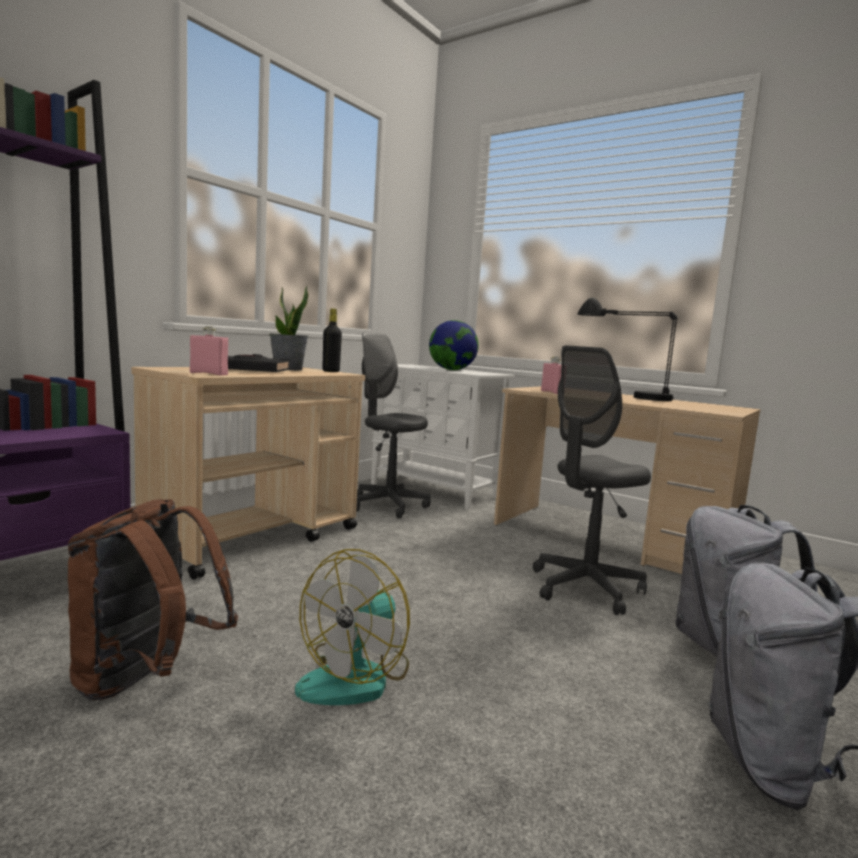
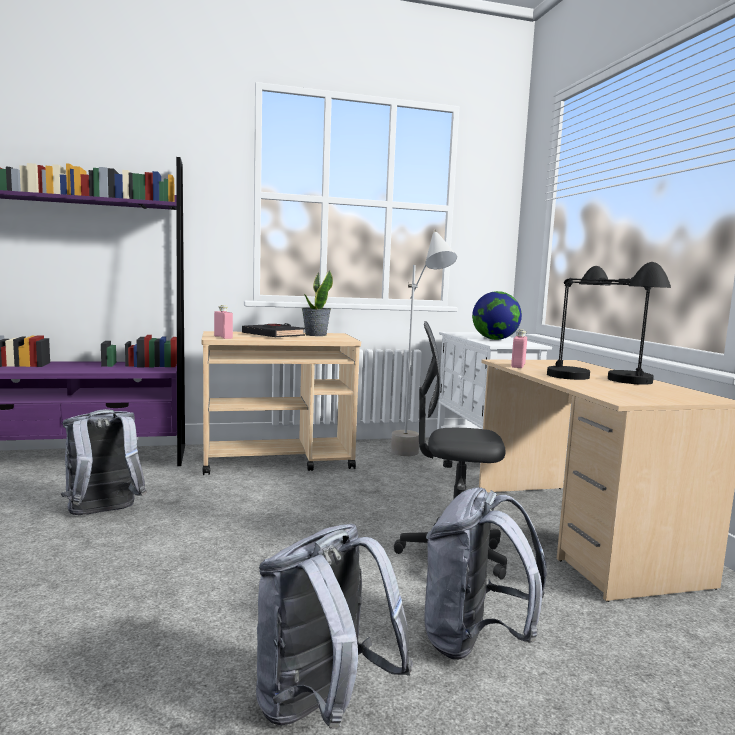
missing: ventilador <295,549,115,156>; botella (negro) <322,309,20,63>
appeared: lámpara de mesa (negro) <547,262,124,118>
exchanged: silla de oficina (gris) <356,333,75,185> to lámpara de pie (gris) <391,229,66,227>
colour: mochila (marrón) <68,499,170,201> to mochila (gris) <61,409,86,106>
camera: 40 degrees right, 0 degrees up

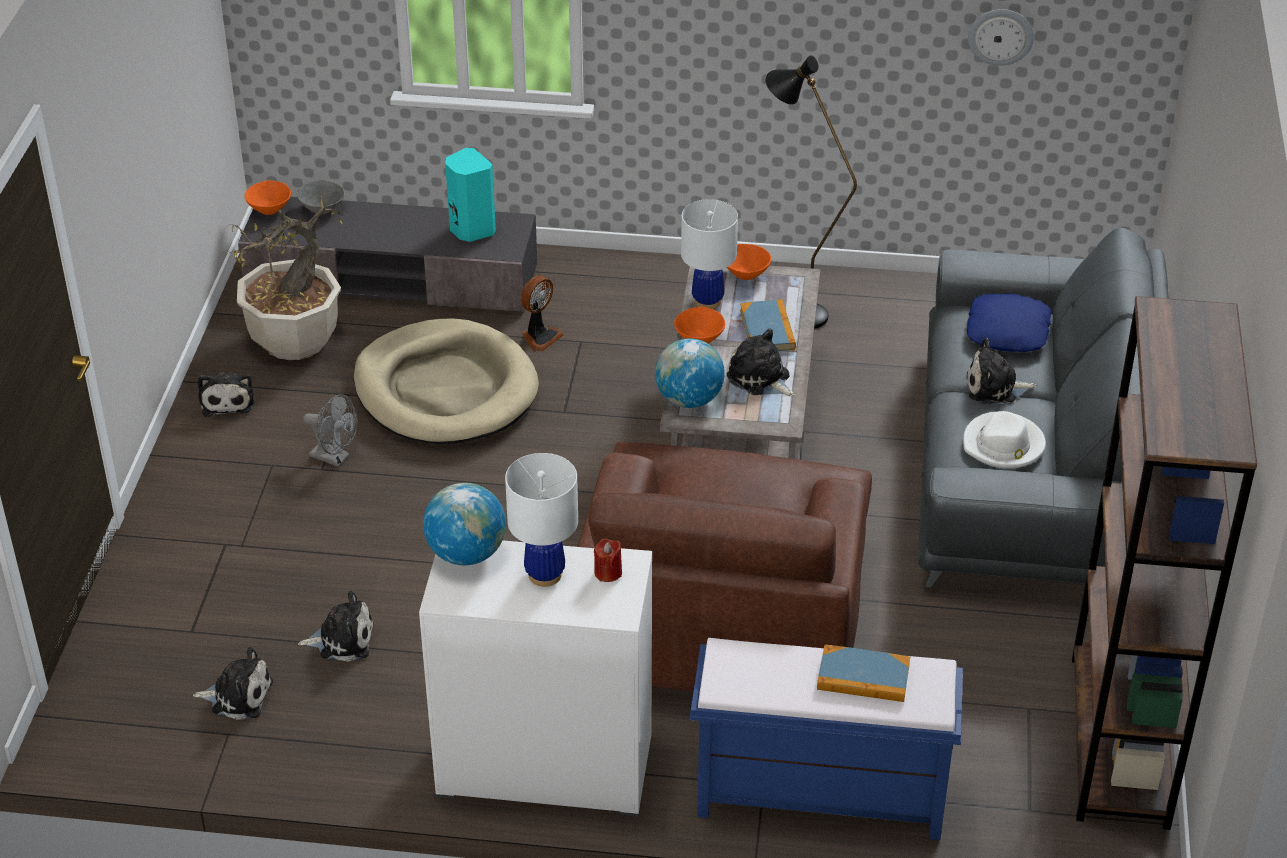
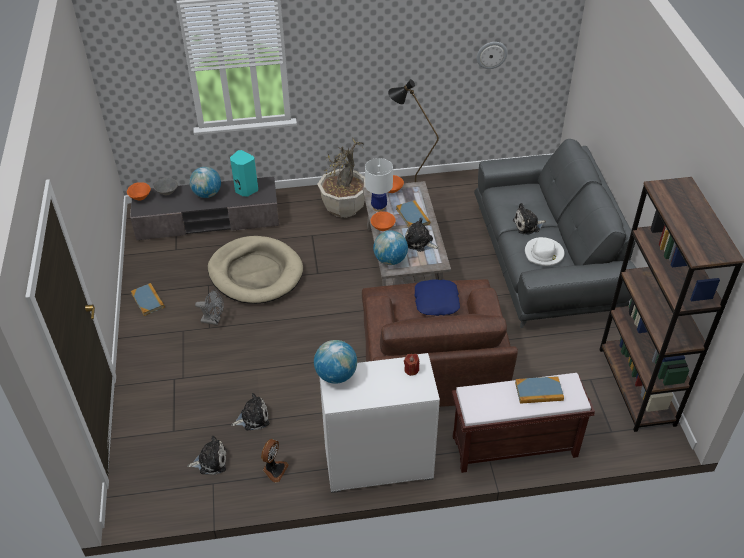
missing: lámpara de mesa (blanco) <505,453,73,134>
appeared: globo terráqueo <189,167,32,31>
relocated: planta en maceta <229,196,114,164> to <317,137,48,81>; ventilador <520,275,44,77> to <261,439,28,44>; cojín (azul) <967,293,84,59> to <415,279,45,37>
exchanged: peluche <198,372,57,45> to libro <131,283,34,33>
colour: banco (azul) <690,638,273,202> to banco (marrón) <452,373,143,100>
camera: 15 degrees left, 5 degrees up

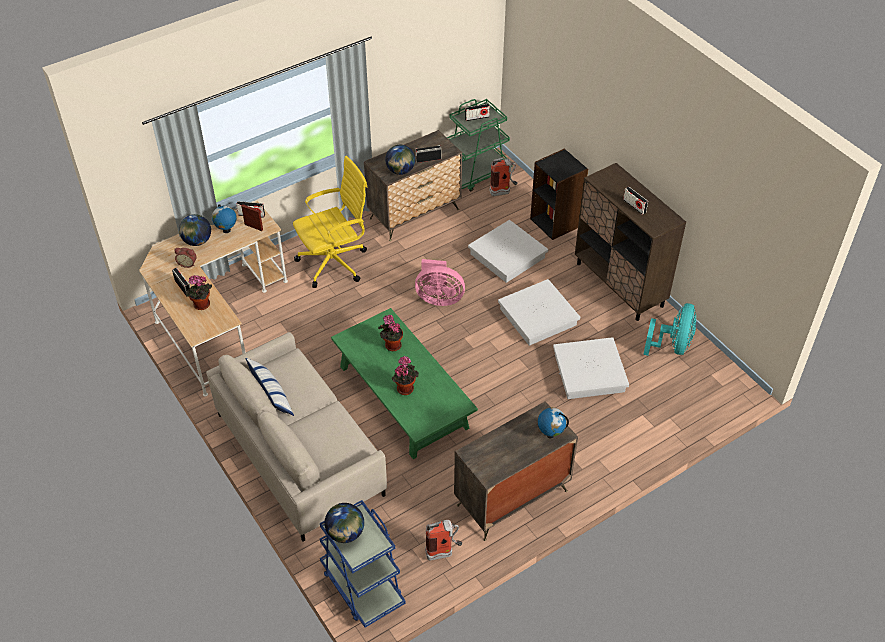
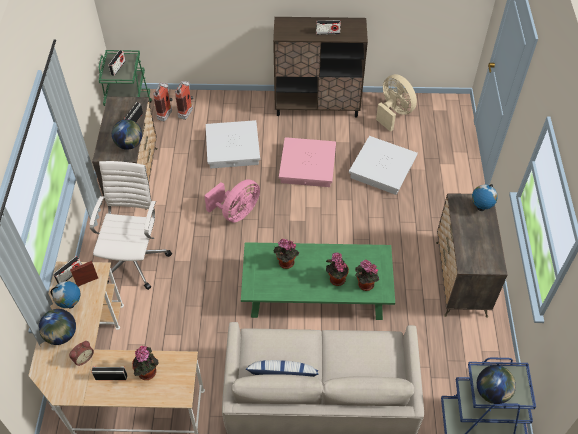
missing: estantería (negro) <530,148,58,92>
appeared: planta en maceta <355,260,24,31>
relocated: extintor <425,520,37,40> to <175,81,18,39>
colour: silla de oficina (amarillo) <293,156,74,132> to silla de oficina (blanco) <89,161,83,129>; caja de almacenaje (blanco) <498,279,82,67> to caja de almacenaje (rosa) <279,137,57,50>; ventilador (turquesa) <643,303,53,53> to ventilador (beis) <376,74,41,58>
camera: 55 degrees left, 5 degrees up

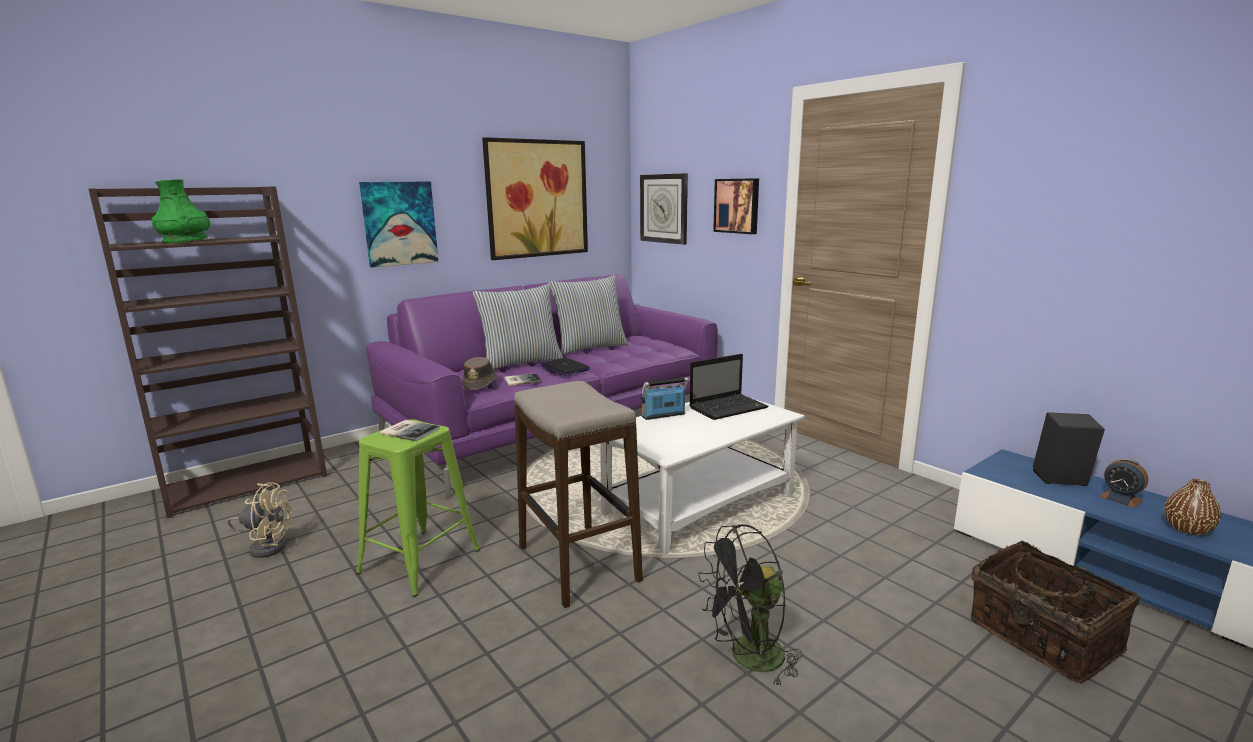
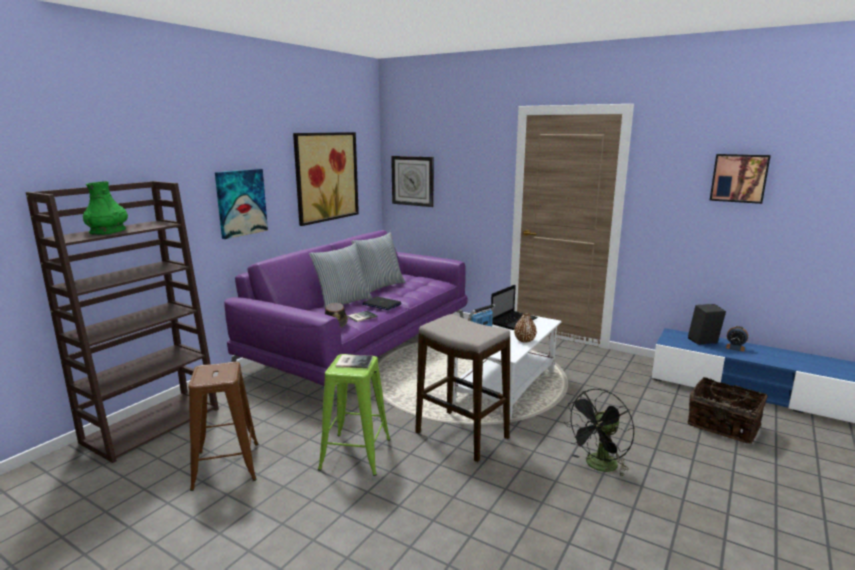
relocated: cuadro <713,178,46,56> to <710,154,61,50>; florero (marrón) <1164,479,57,56> to <514,313,23,30>
exchanged: ventilador (beis) <227,483,65,75> to taburete (marrón) <188,362,70,129>
camera: 20 degrees left, 0 degrees up

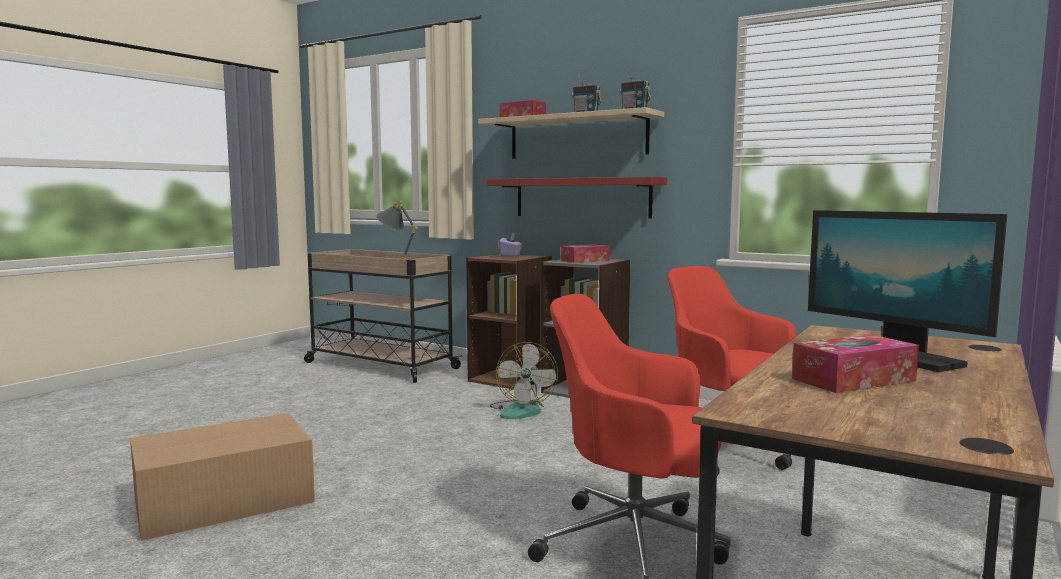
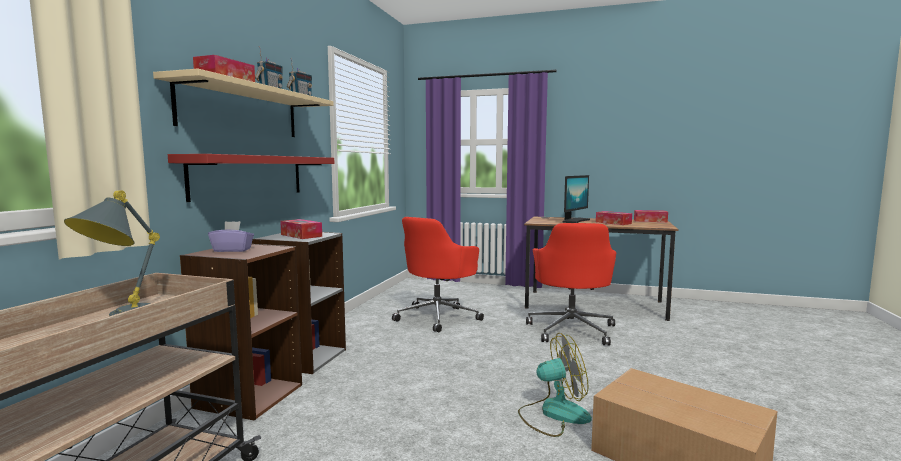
appeared: caja de pañuelos <634,210,34,12>
relocated: ventilador <490,342,68,77> to <518,333,74,104>
camera: 105 degrees left, 0 degrees up

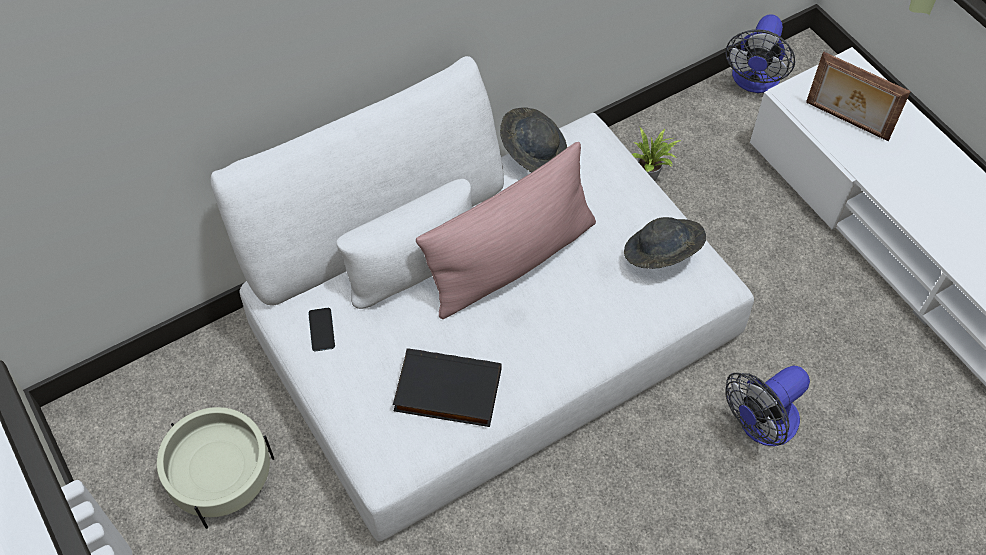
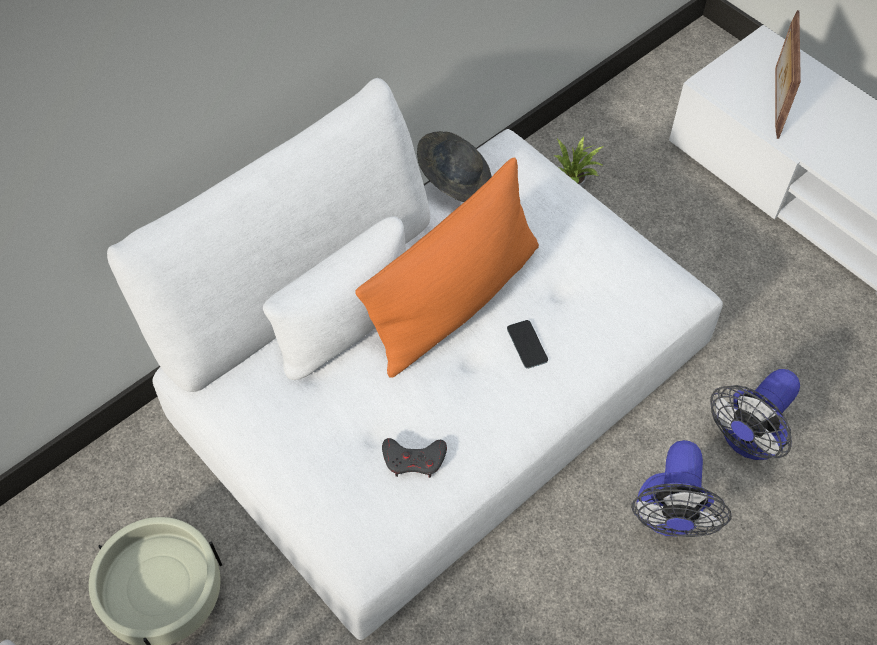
missing: sombrero (gris) <624,217,82,52>
relocated: móvil <308,308,27,43> to <507,320,41,49>; ventilador <725,14,70,79> to <631,440,101,97>
exchanged: libro (negro) <393,348,109,79> to mando de consola (gris) <382,438,65,40>
colour: cojín (rosa) <416,142,180,177> to cojín (naranja) <355,157,184,221>
spun: portarretratos <806,52,105,89> = <775,10,26,129> 75 degrees clockwise
camera: 10 degrees left, 0 degrees up

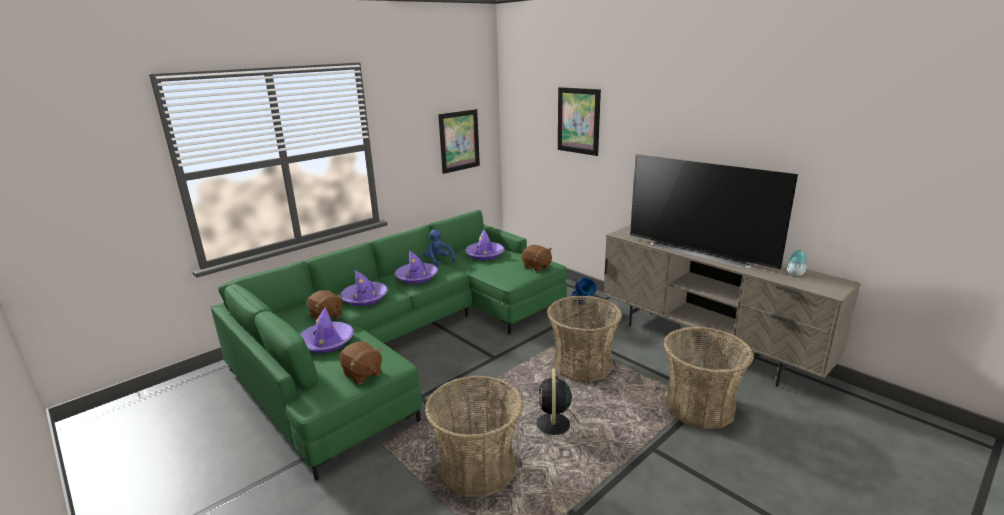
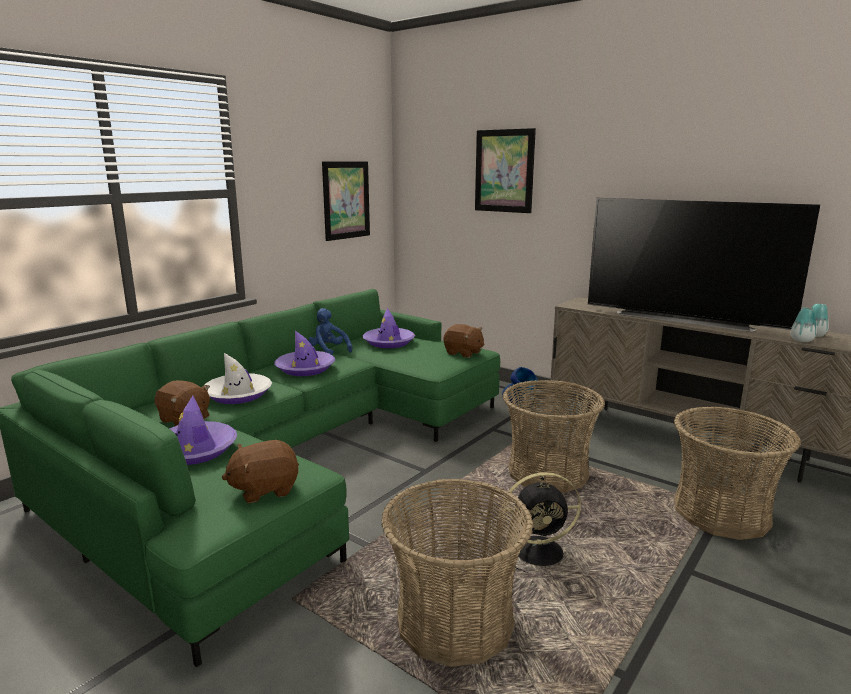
appeared: florero <791,307,26,35>
colour: sombrero (morado) <340,270,48,36> to sombrero (blanco) <205,353,67,51>
spun: peluche (marrón) <339,342,44,43> = <222,440,77,63> 120 degrees clockwise; ventilador (negro) <531,368,48,67> = <497,472,84,101> 90 degrees counterclockwise
camera: 10 degrees left, 5 degrees down

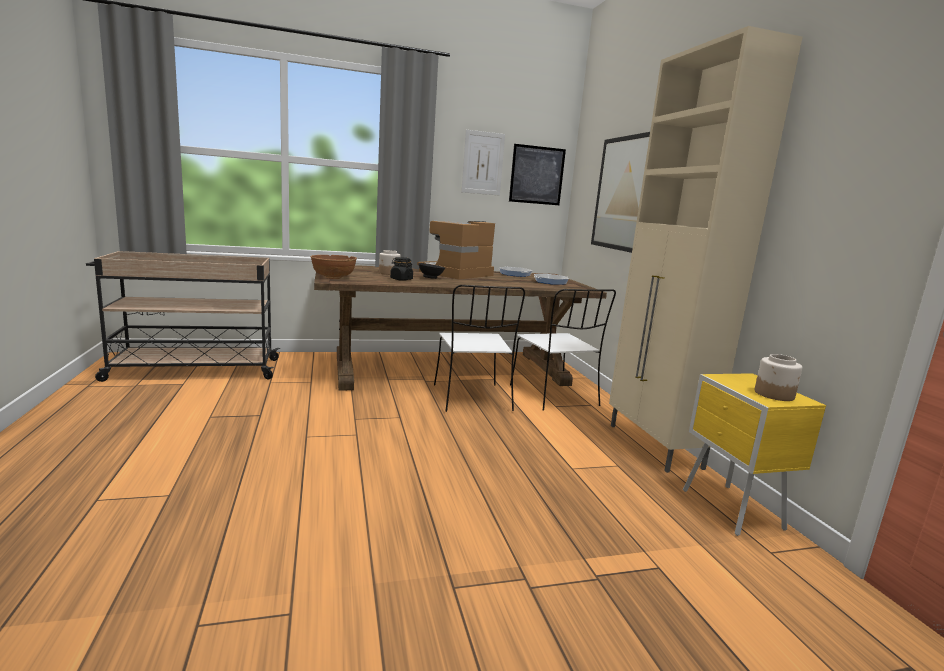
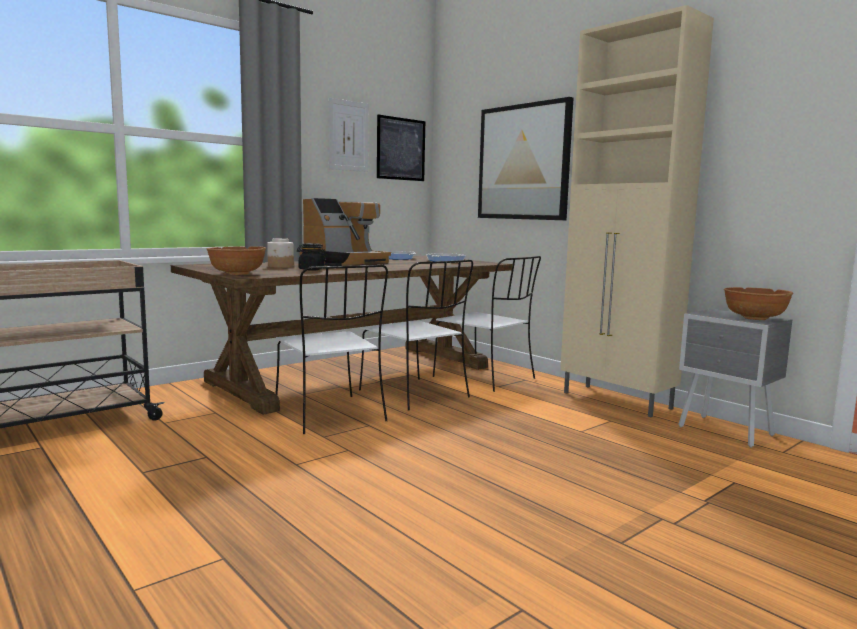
appeared: silla (blanco) <275,265,113,169>
exchanged: tarro <755,354,48,47> to cuenco (marrón) <724,287,69,33>
colour: mesita de noche (amarillo) <683,373,143,163> to mesita de noche (gris) <678,309,115,138>
spun: cafetera <417,220,78,59> = <300,198,91,67> 150 degrees counterclockwise
camera: 25 degrees left, 5 degrees down

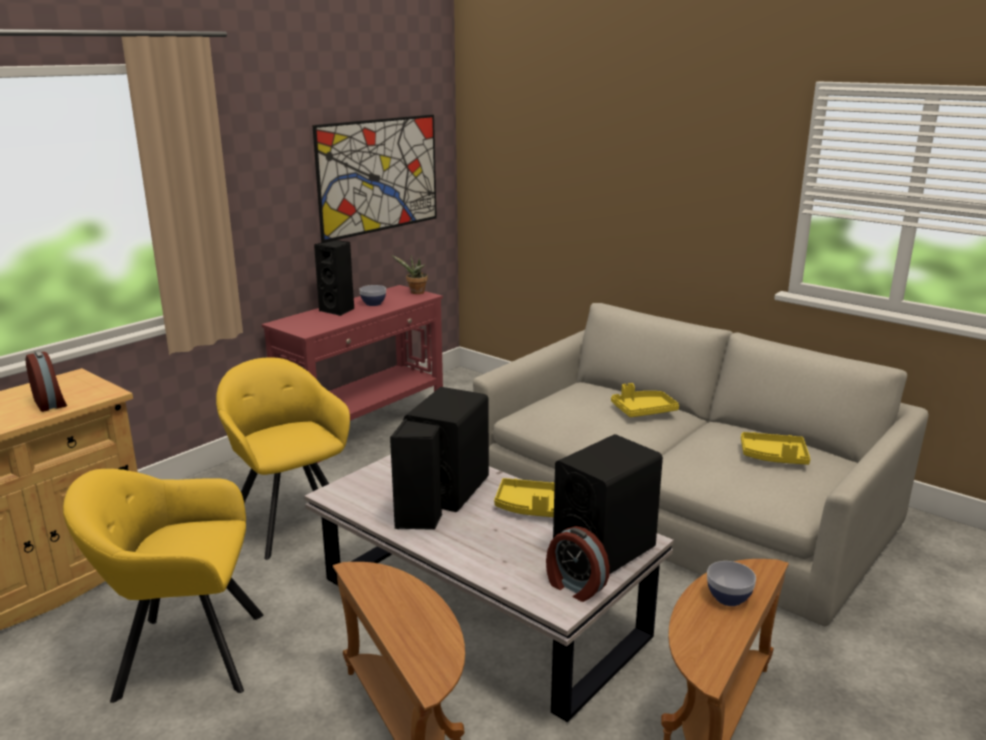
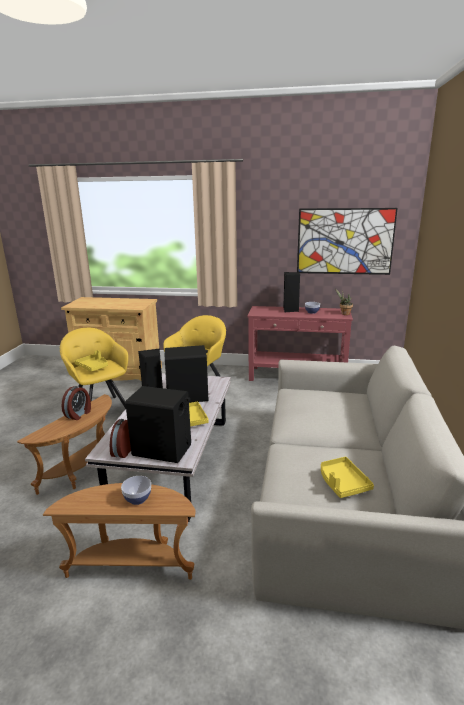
relocated: despertador <25,351,42,61> to <62,386,29,34>; bandeja (amarillo) <611,383,68,34> to <74,350,34,21>
camera: 60 degrees right, 0 degrees up

